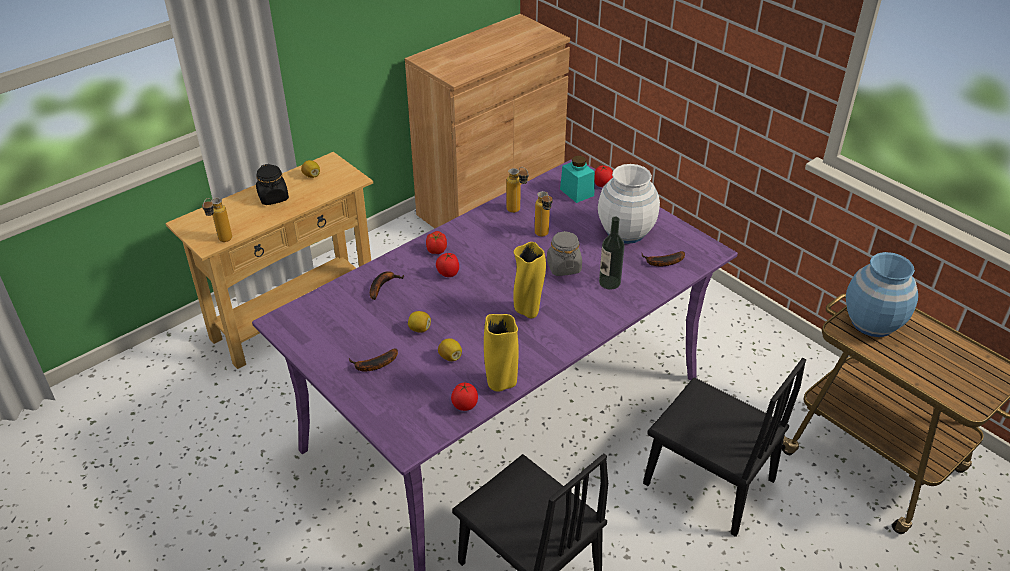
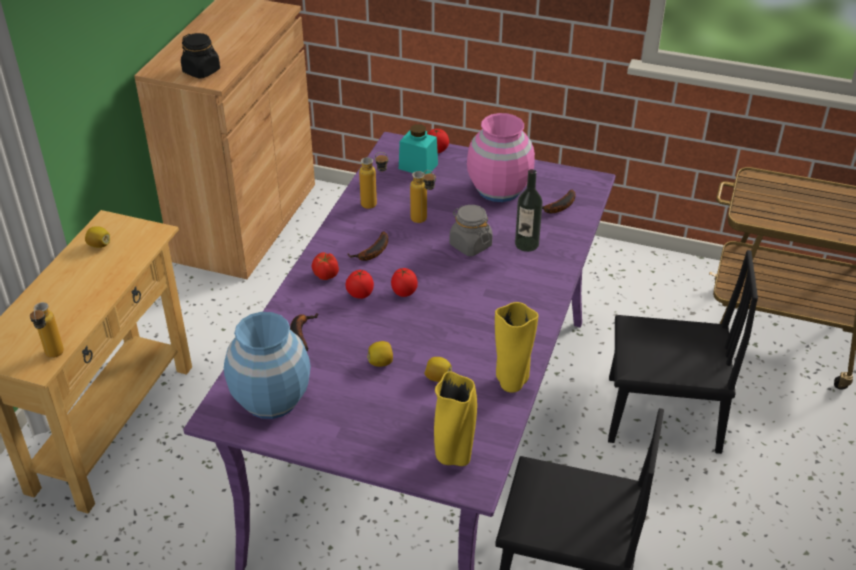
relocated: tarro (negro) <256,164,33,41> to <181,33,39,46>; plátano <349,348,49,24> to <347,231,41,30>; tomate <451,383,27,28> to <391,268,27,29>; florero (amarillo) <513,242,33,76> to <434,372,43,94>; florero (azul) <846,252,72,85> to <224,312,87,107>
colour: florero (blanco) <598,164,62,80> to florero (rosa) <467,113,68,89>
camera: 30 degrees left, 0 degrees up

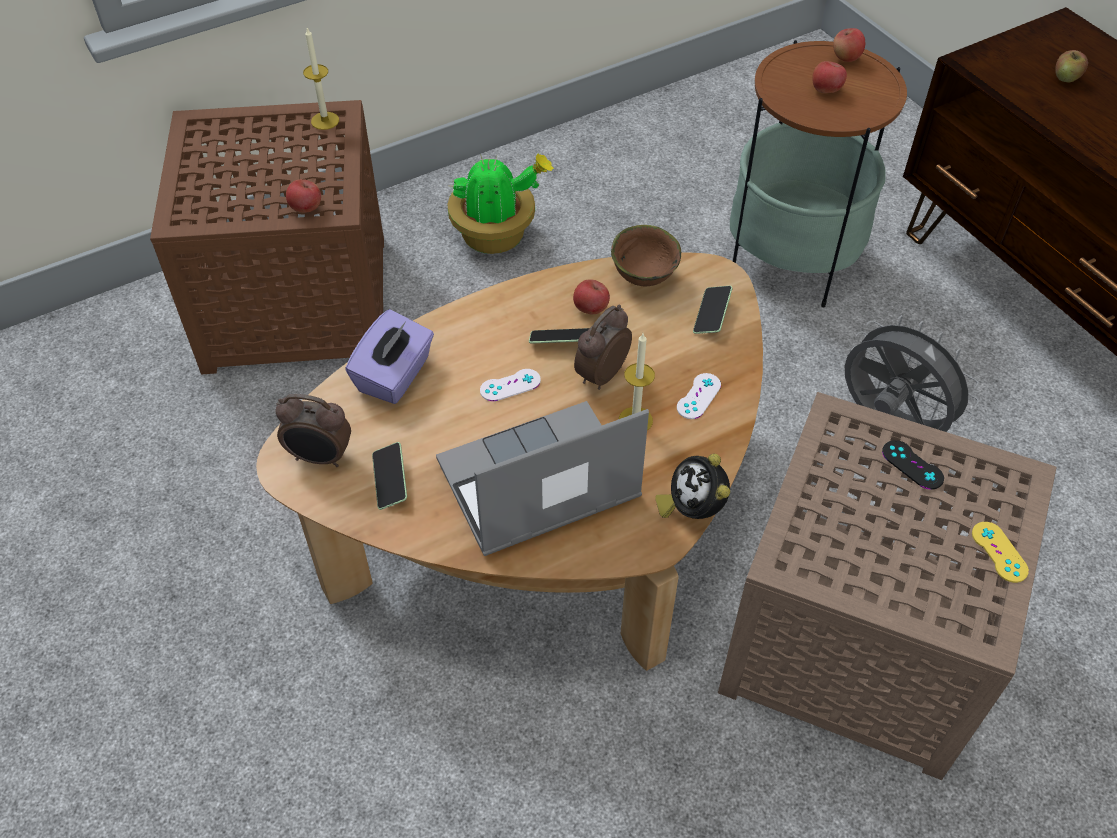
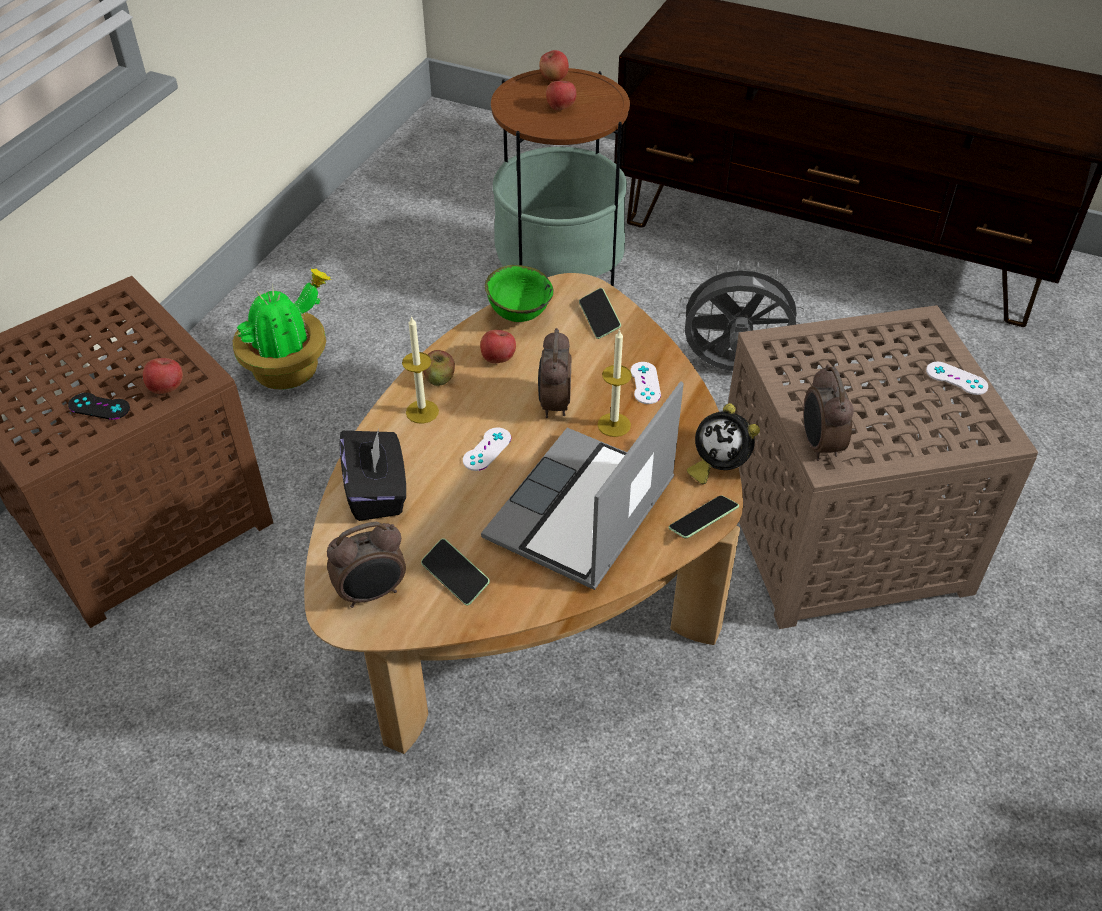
appeared: despertador <803,365,51,96>
relocated: vela <303,28,36,102> to <402,316,37,108>; móvil <529,328,61,16> to <669,495,70,43>; mando de consola (negro) <882,440,62,50> to <68,393,62,27>; manzana <1055,50,33,32> to <423,350,32,36>
colour: caja de pañuelos (morado) <345,309,89,95> to caja de pañuelos (negro) <339,429,67,92>; cuenco (marrón) <611,225,70,61> to cuenco (verde) <485,265,69,57>; mando de consola (amarillo) <972,522,57,61> to mando de consola (blanco) <926,362,62,33>
camera: 35 degrees left, 5 degrees down

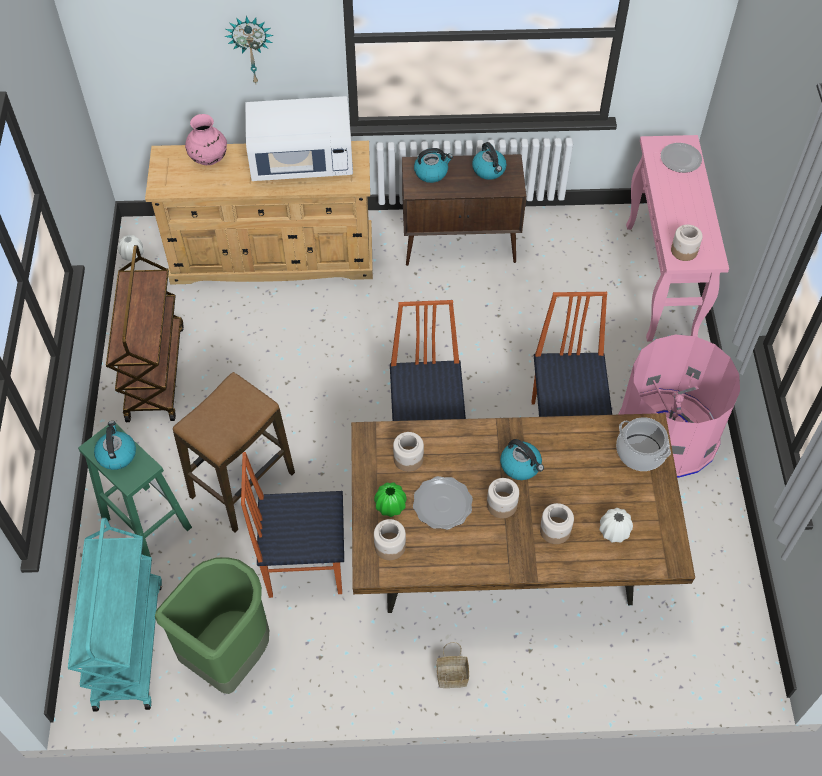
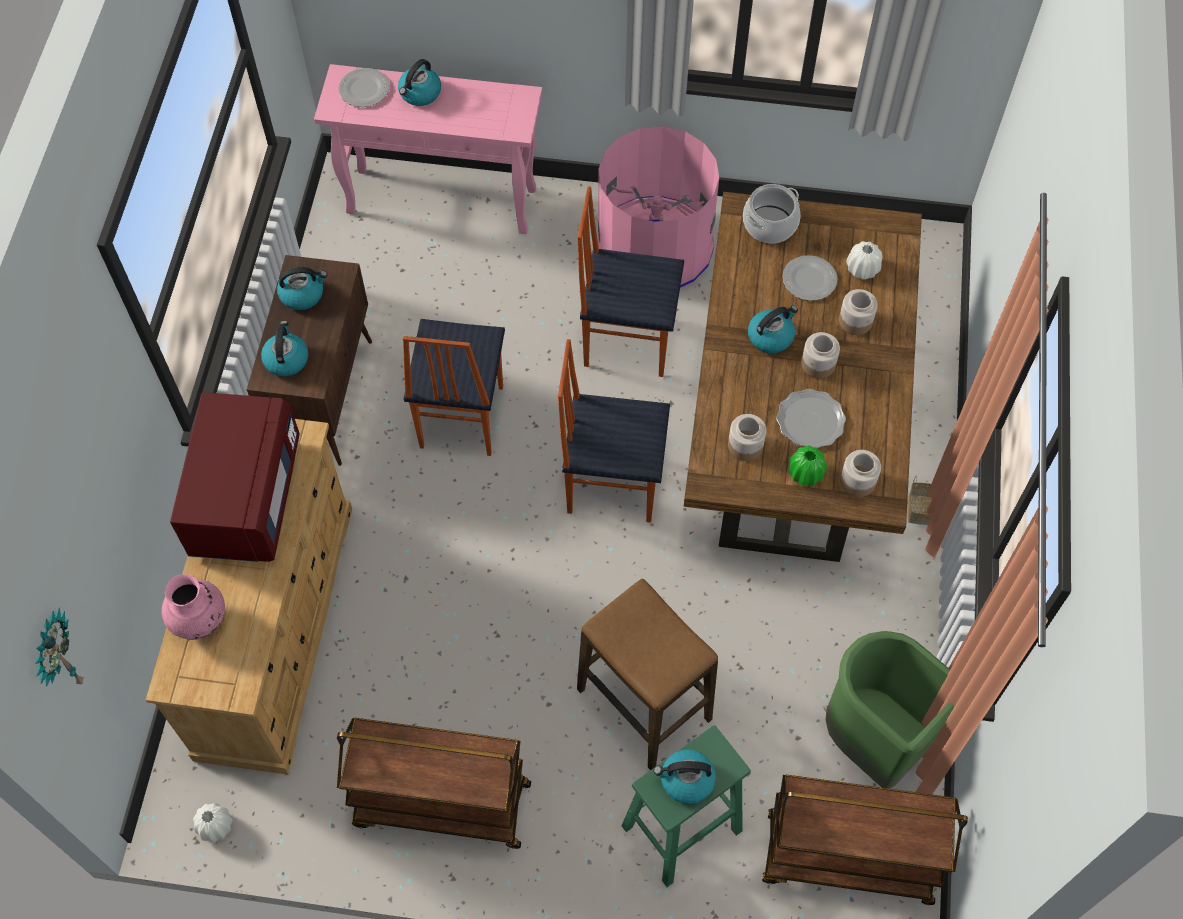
missing: tarro <671,225,32,36>
appeared: hervidor <398,59,43,47>; plato <782,255,56,46>
relocated: reloj de pared <225,16,49,68> to <35,608,49,79>; silla <241,452,103,146> to <403,319,102,137>
colour: carrito (turquesa) <68,518,94,194> to carrito (marrón) <762,774,206,131>; microondas (blanco) <245,96,108,85> to microondas (rojo) <170,392,130,170>
camera: 80 degrees left, 5 degrees up

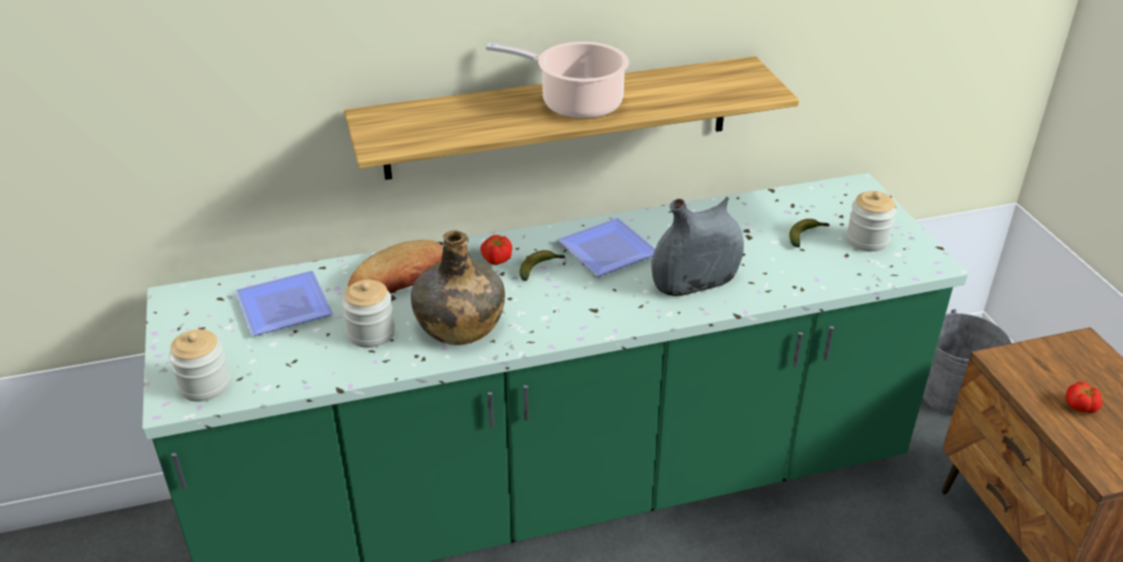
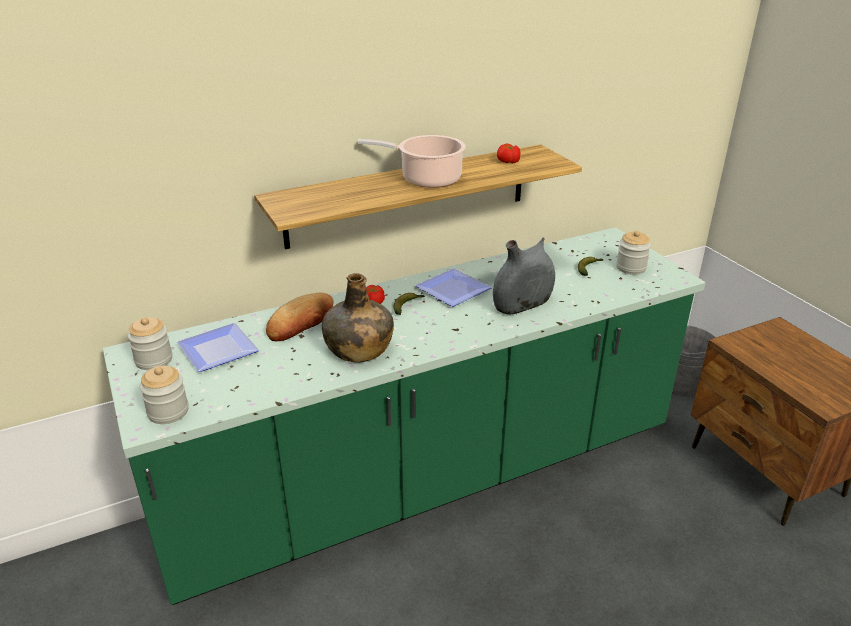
relocated: tarro <342,280,53,68> to <128,317,44,53>; tomate <1066,382,36,31> to <497,143,24,20>
camera: 10 degrees left, 5 degrees down

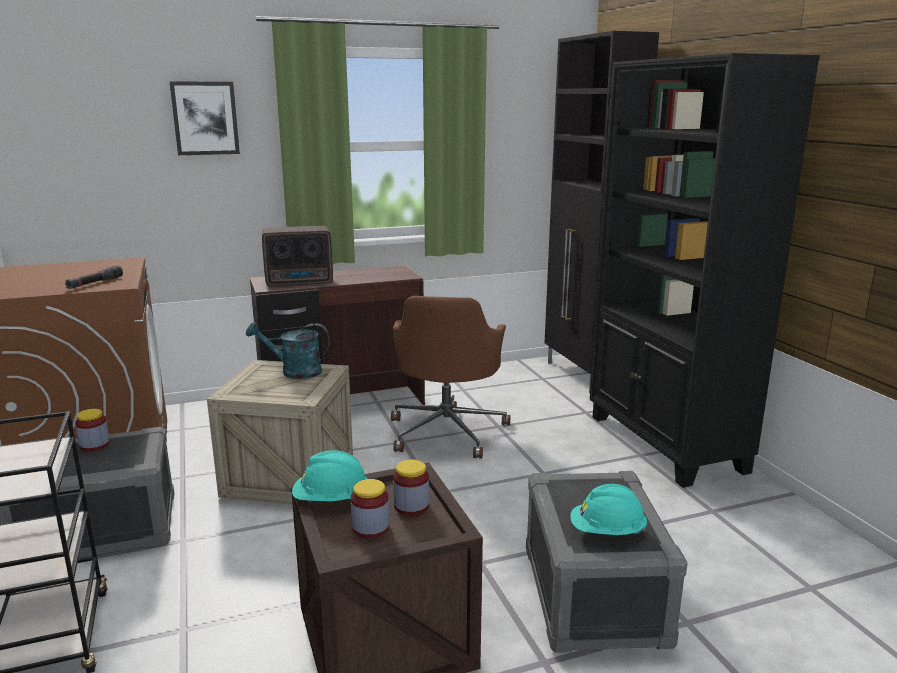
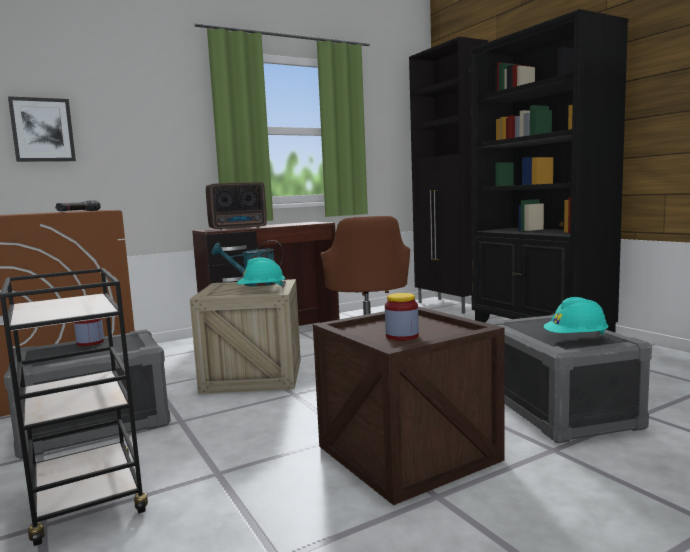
missing: tarro <393,459,36,56>
relocated: cuadro <169,81,71,74> to <8,96,68,66>; casco (turquesa) <292,450,75,51> to <237,257,49,31>
camera: 10 degrees left, 10 degrees down

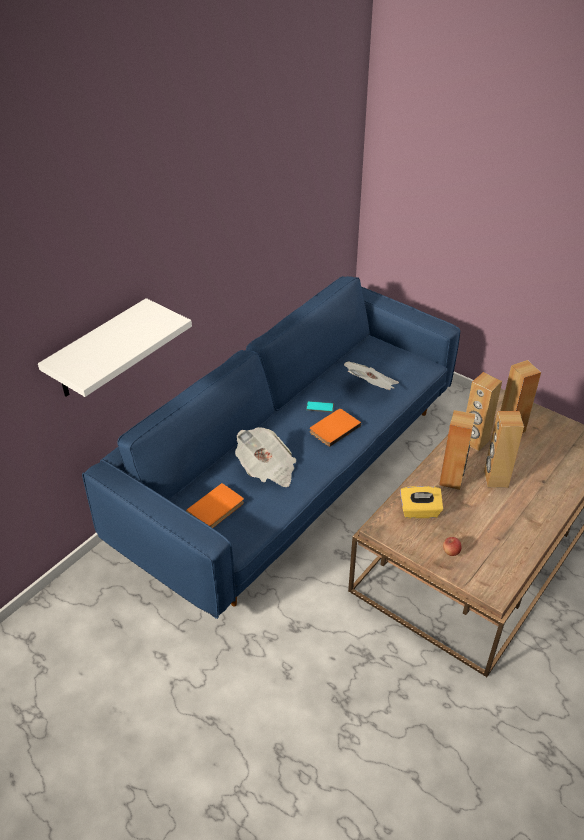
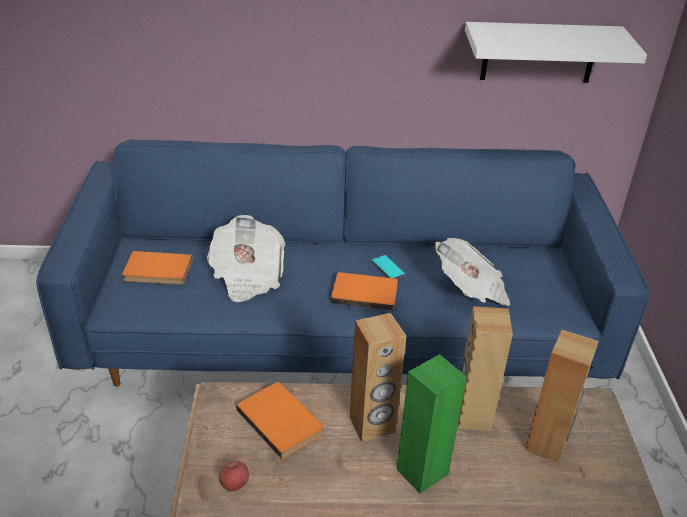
relocated: estante (blanco) <38,298,154,99> to <465,22,182,61>
exchanged: caja de pañuelos (amarillo) <400,486,43,32> to libro (naranja) <236,382,87,77>
colour: altavoz (marrón) <484,411,40,77> to altavoz (verde) <397,354,70,139>
camera: 50 degrees right, 5 degrees down

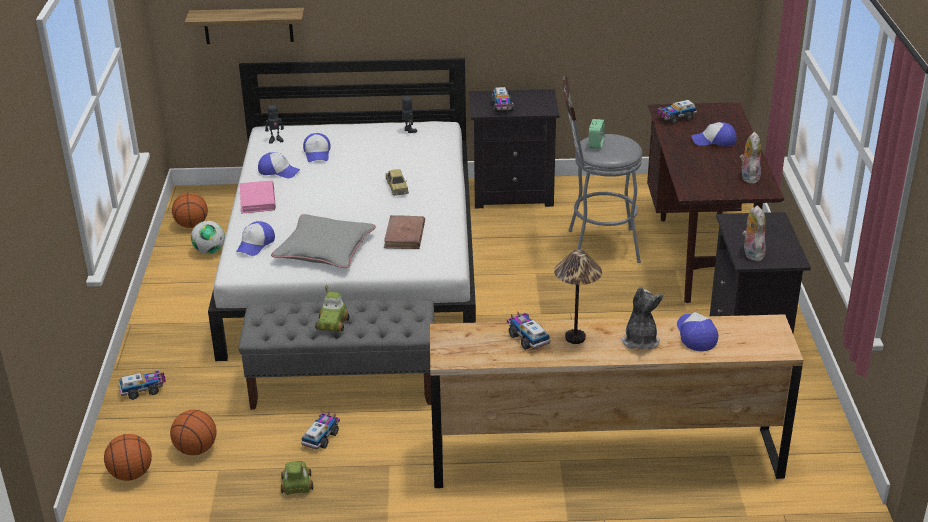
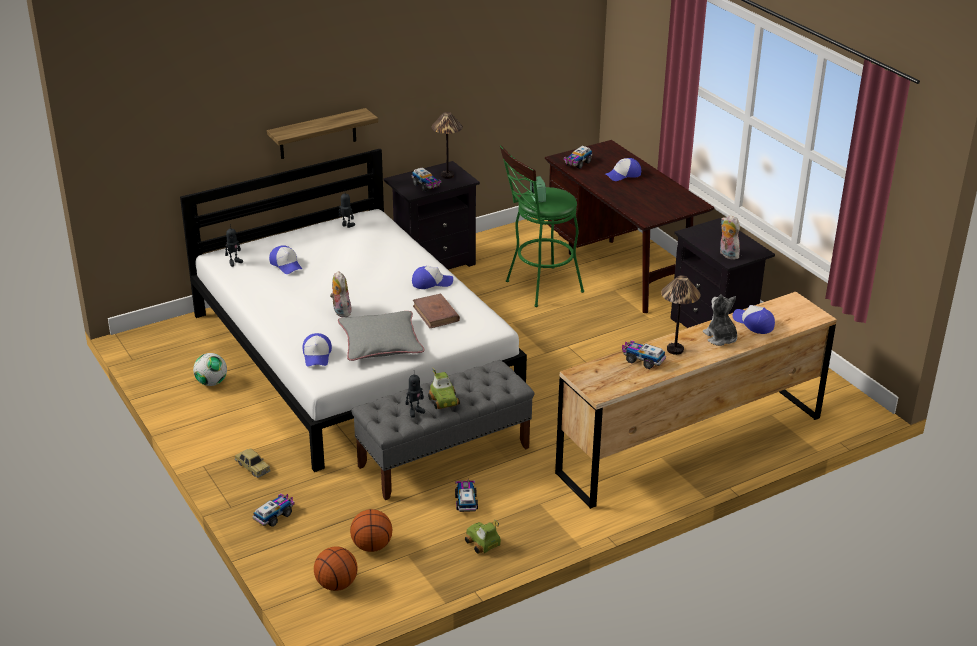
missing: balón de baloncesto <172,193,36,35>; libro (rosa) <240,180,36,33>
appeared: robot de juguete <406,370,19,48>; lámpara de mesa <431,112,32,67>
relocated: estante <184,8,121,36> to <267,108,111,51>; gorra <258,152,42,26> to <412,266,41,23>; coche de juguete <386,169,23,27> to <235,448,35,30>; peluche <740,132,21,52> to <330,271,21,46>
colour: taburete (gris) <563,76,80,187> to taburete (verde) <500,145,84,162>
camera: 30 degrees left, 0 degrees up

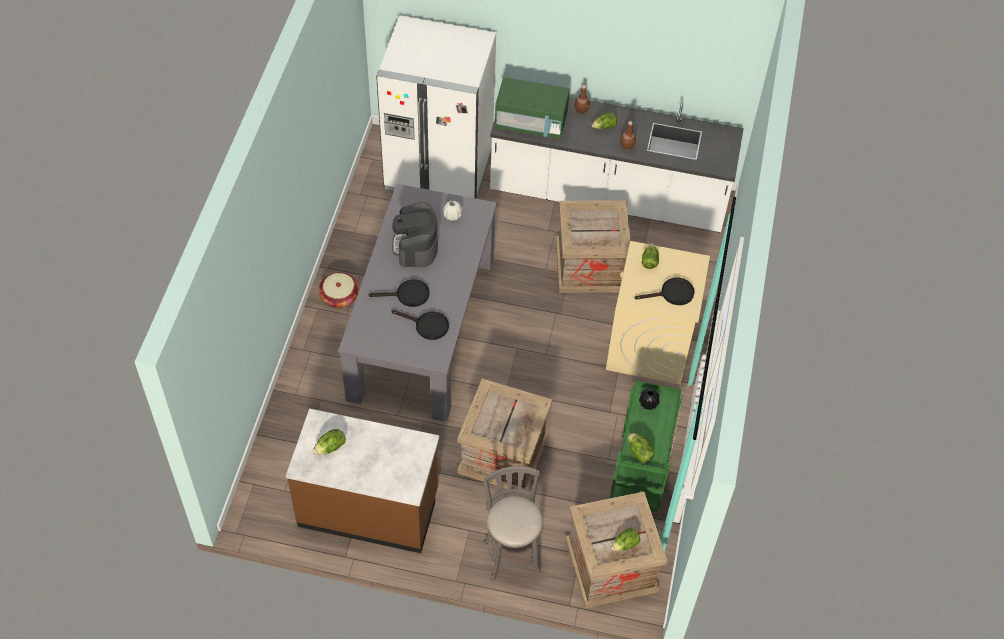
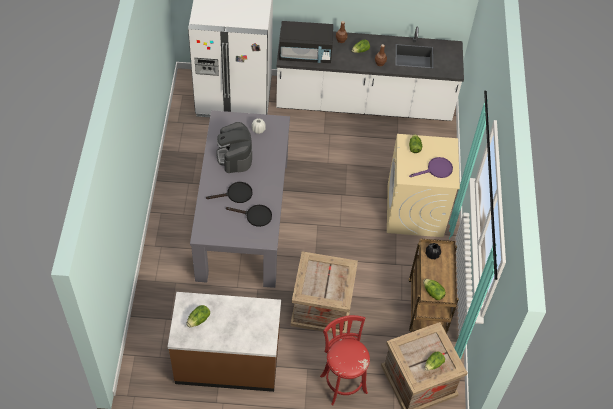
missing: cesta <319,272,40,36>; caja de embalaje <556,201,74,92>
colour: taburete (gris) <483,466,60,115> to taburete (rojo) <320,315,50,91>; microondas (verde) <495,77,75,62> to microondas (negro) <279,21,54,42>; carrito (verde) <610,380,73,132> to carrito (marrón) <409,238,50,96>; sartén (negro) <634,278,61,27> to sartén (morado) <409,157,44,21>
camera: 10 degrees left, 0 degrees up

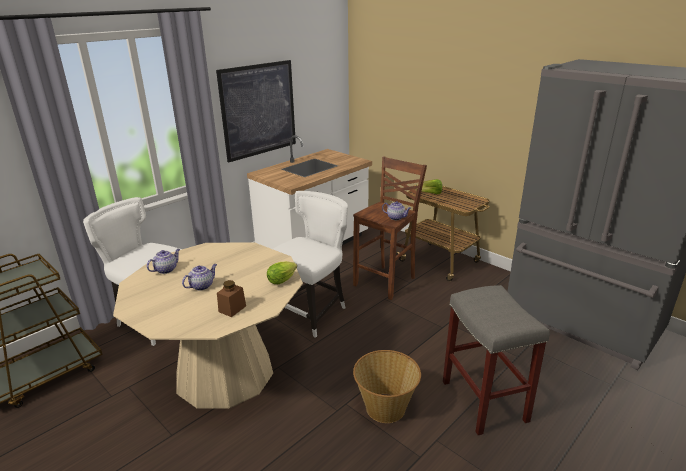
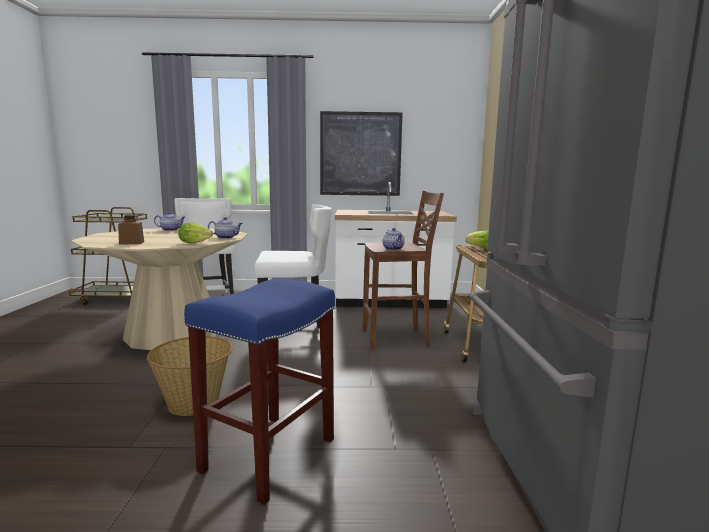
relocated: tetera <182,264,35,27> to <208,217,34,22>
colour: taburete (gris) <443,285,107,150> to taburete (azul) <184,279,151,226>
camera: 45 degrees right, 15 degrees down

